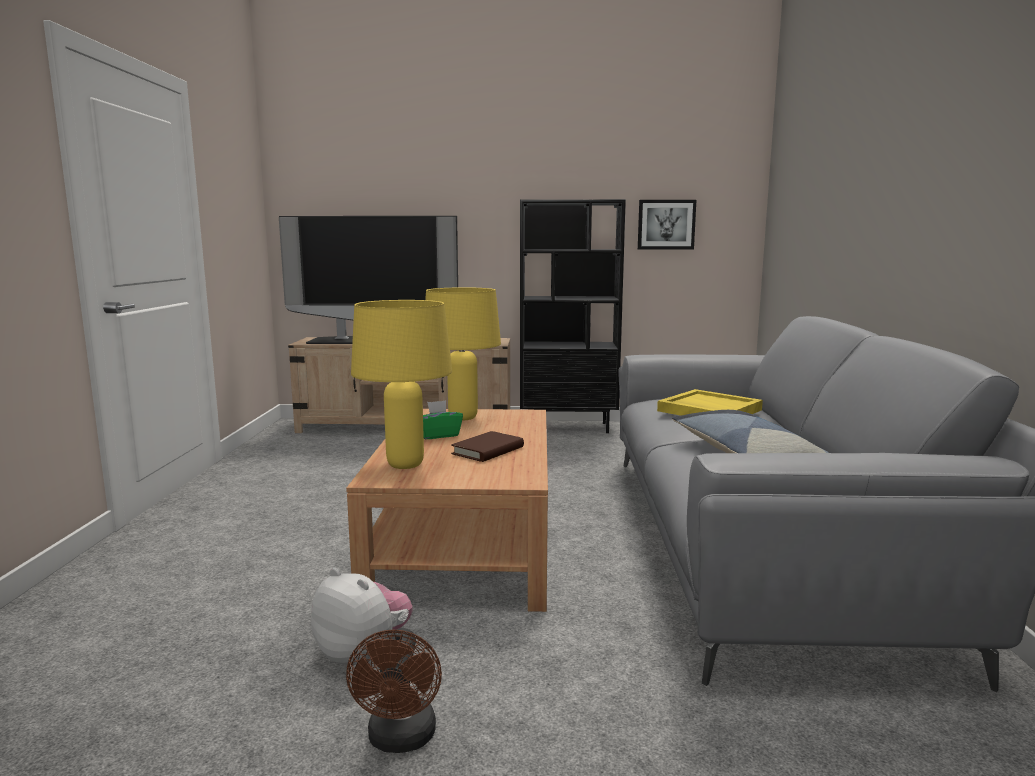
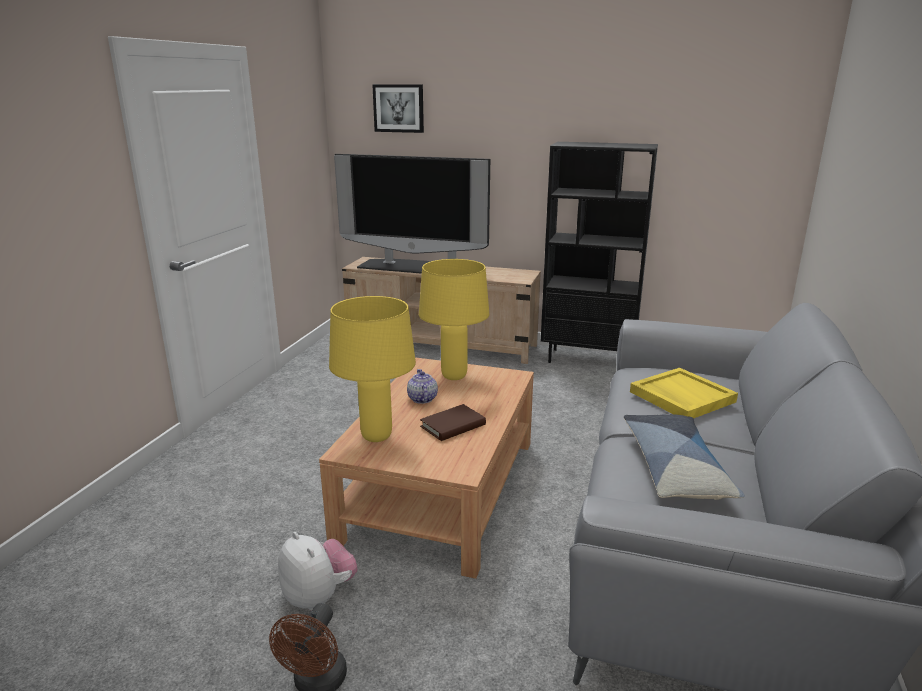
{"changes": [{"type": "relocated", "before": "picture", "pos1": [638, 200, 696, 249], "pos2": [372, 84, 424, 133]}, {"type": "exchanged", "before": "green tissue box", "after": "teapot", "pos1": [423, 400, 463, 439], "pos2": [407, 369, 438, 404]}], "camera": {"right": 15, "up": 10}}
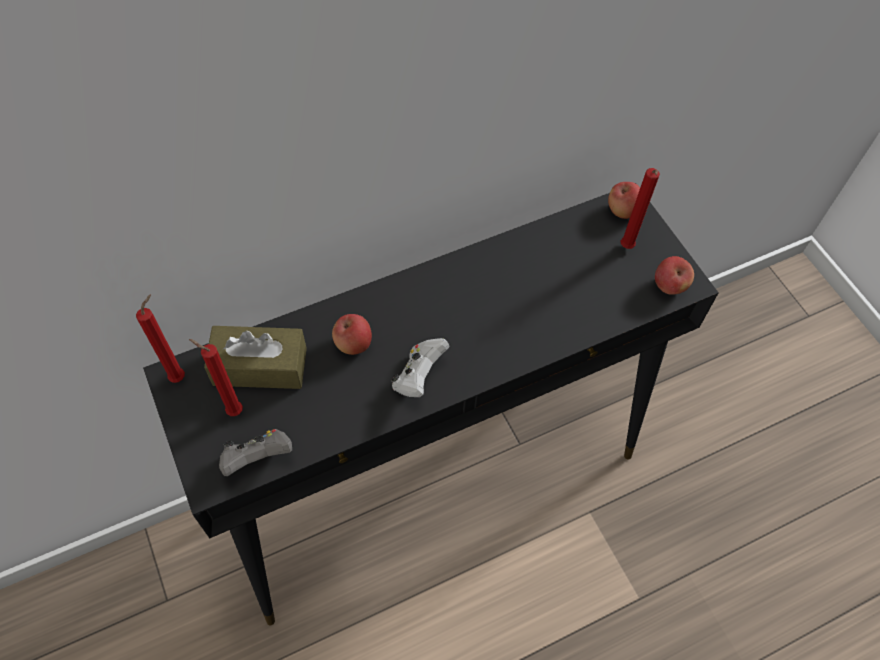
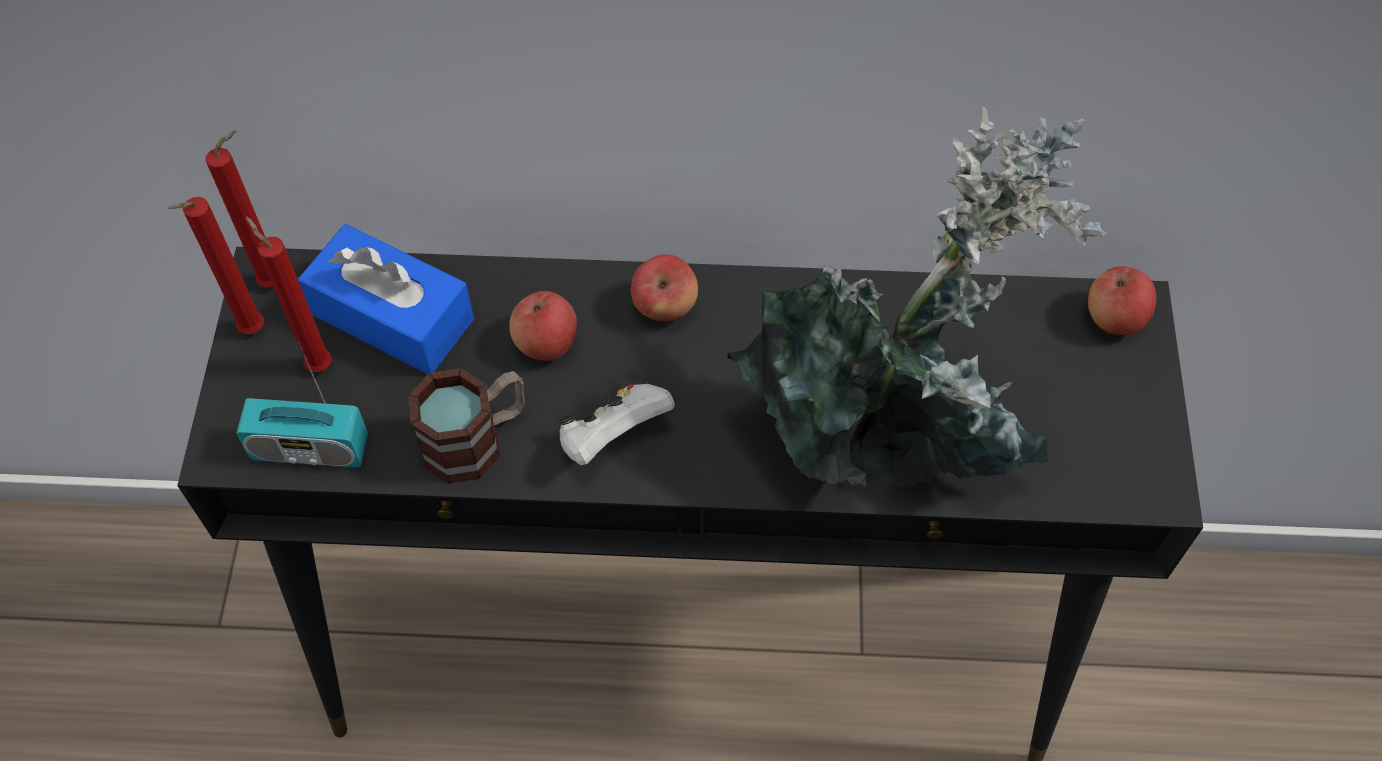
{"changes": [{"type": "relocated", "before": "red candle", "pos1": [621, 168, 660, 249], "pos2": [168, 197, 264, 334]}, {"type": "exchanged", "before": "grey game controller", "after": "radio", "pos1": [219, 429, 292, 476], "pos2": [236, 342, 368, 468]}, {"type": "colour", "before": "brown tissue box", "after": "blue tissue box", "pos1": [204, 326, 307, 389], "pos2": [298, 224, 474, 374]}, {"type": "appeared", "after": "mug", "pos2": [408, 368, 525, 483]}, {"type": "relocated", "before": "apple", "pos1": [655, 256, 694, 295], "pos2": [631, 254, 698, 322]}, {"type": "appeared", "after": "potted plant", "pos2": [727, 107, 1107, 487]}], "camera": {"right": 30, "up": 0}}
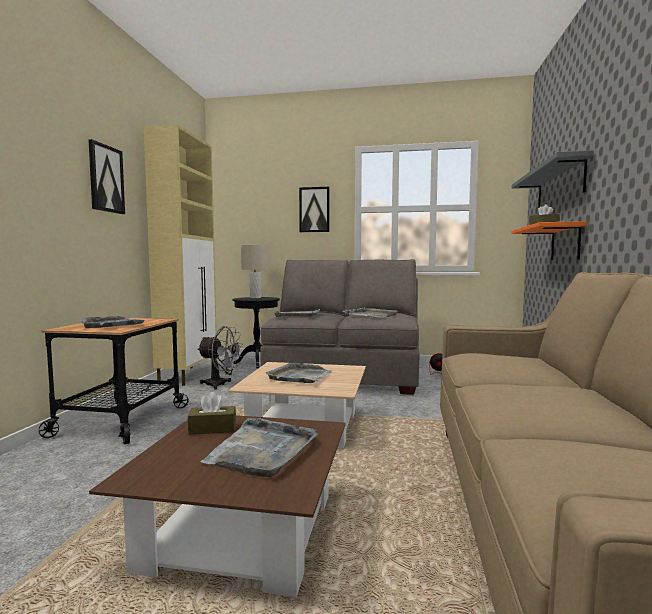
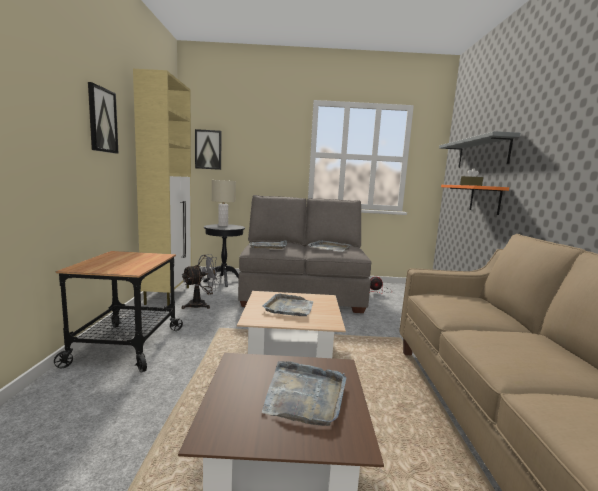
{"changes": [{"type": "spun", "before": "grey fan", "pos1": [197, 326, 243, 390], "pos2": [182, 254, 221, 309], "turn": -45}, {"type": "relocated", "before": "picture", "pos1": [299, 187, 329, 232], "pos2": [195, 129, 222, 170]}, {"type": "missing", "before": "grey tray", "pos1": [80, 316, 145, 328]}, {"type": "missing", "before": "brown tissue box", "pos1": [188, 392, 236, 435]}], "camera": {"right": -10, "up": 5}}
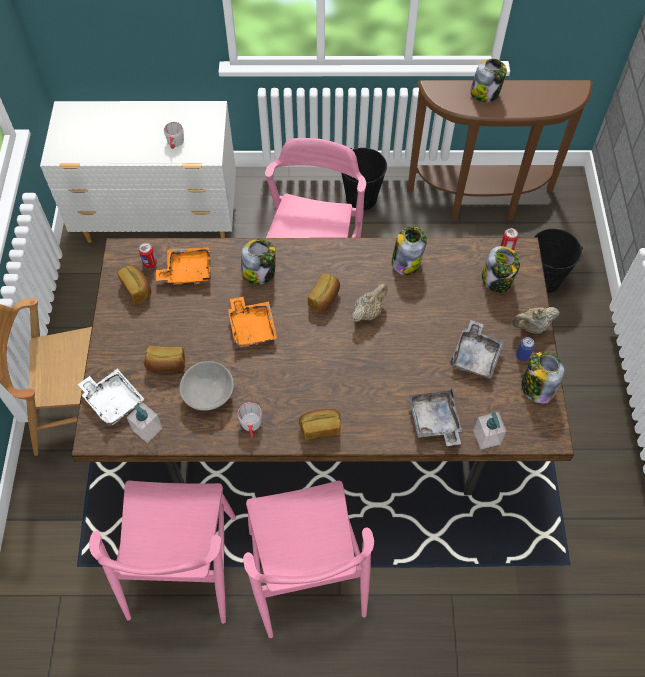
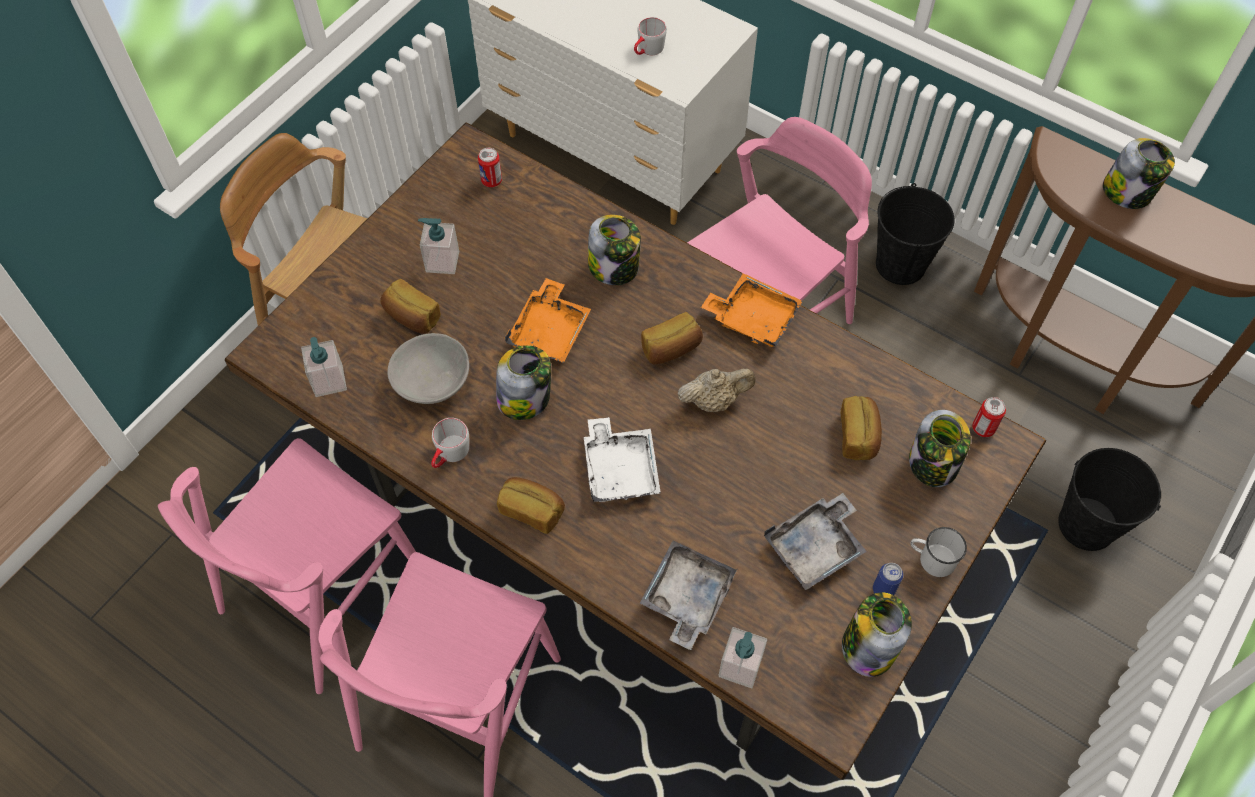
{"changes": [{"type": "appeared", "after": "soap dispenser", "pos2": [418, 218, 459, 274]}, {"type": "relocated", "before": "jar", "pos1": [392, 226, 427, 275], "pos2": [496, 345, 551, 420]}, {"type": "relocated", "before": "white tray", "pos1": [78, 369, 145, 426], "pos2": [584, 417, 661, 502]}, {"type": "relocated", "before": "orange tray", "pos1": [156, 247, 211, 284], "pos2": [701, 273, 803, 347]}, {"type": "relocated", "before": "bread", "pos1": [117, 265, 151, 303], "pos2": [841, 396, 882, 460]}, {"type": "exchanged", "before": "beige teapot", "after": "white mug", "pos1": [512, 307, 559, 334], "pos2": [910, 527, 967, 577]}], "camera": {"right": 35, "up": 0}}
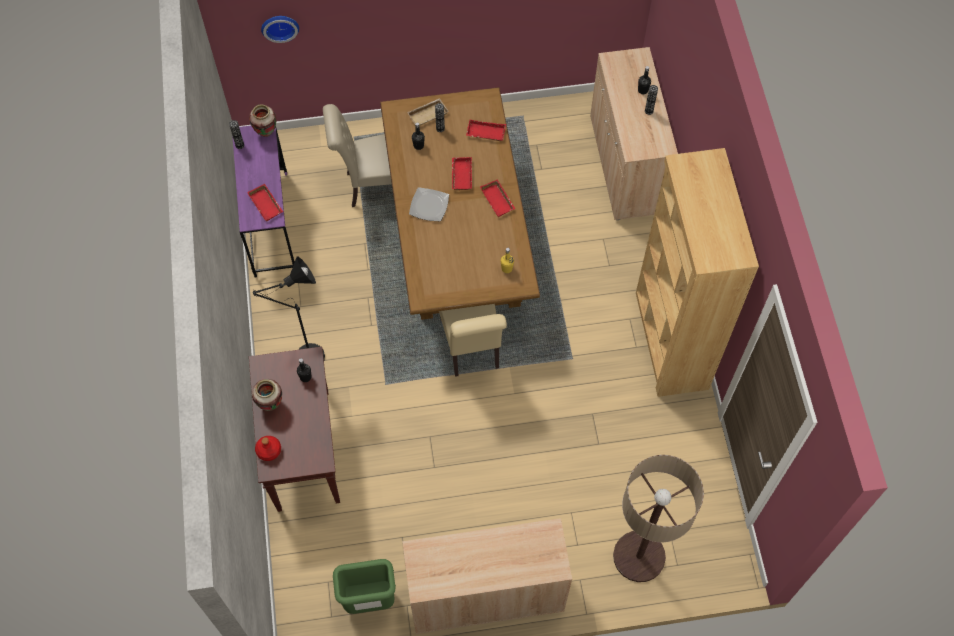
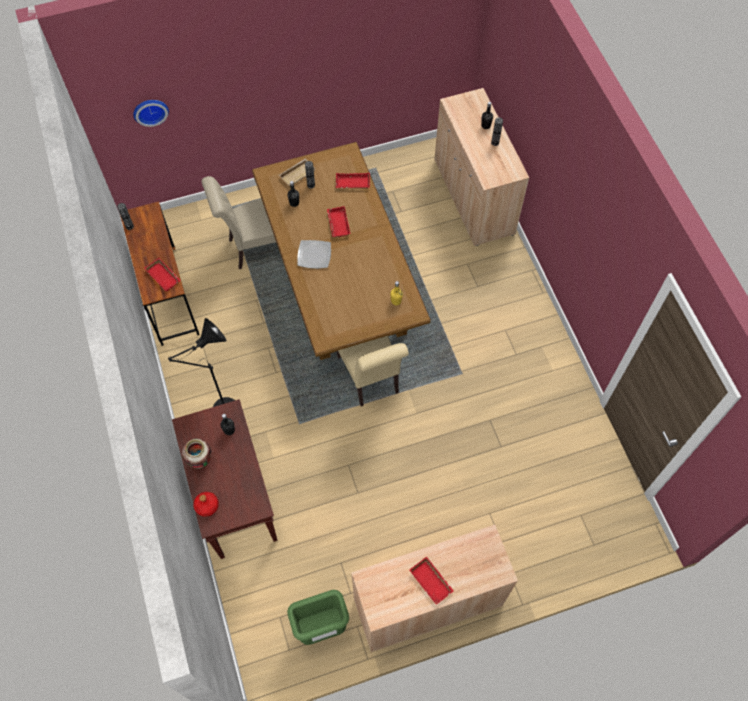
{"changes": [{"type": "colour", "before": "purple desk", "after": "brown desk", "pos1": [232, 126, 295, 277], "pos2": [120, 201, 200, 346]}, {"type": "relocated", "before": "red tray", "pos1": [480, 180, 516, 217], "pos2": [410, 557, 454, 605]}, {"type": "missing", "before": "vase", "pos1": [249, 104, 276, 137]}, {"type": "missing", "before": "floor lamp", "pos1": [613, 455, 704, 582]}, {"type": "missing", "before": "brown bookcase", "pos1": [636, 148, 759, 397]}], "camera": {"right": -10, "up": 0}}
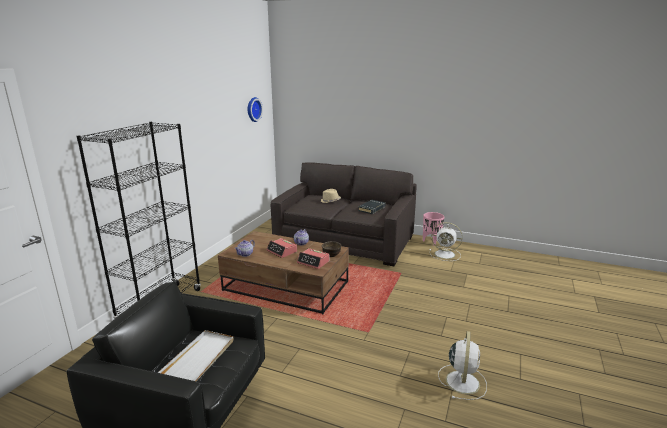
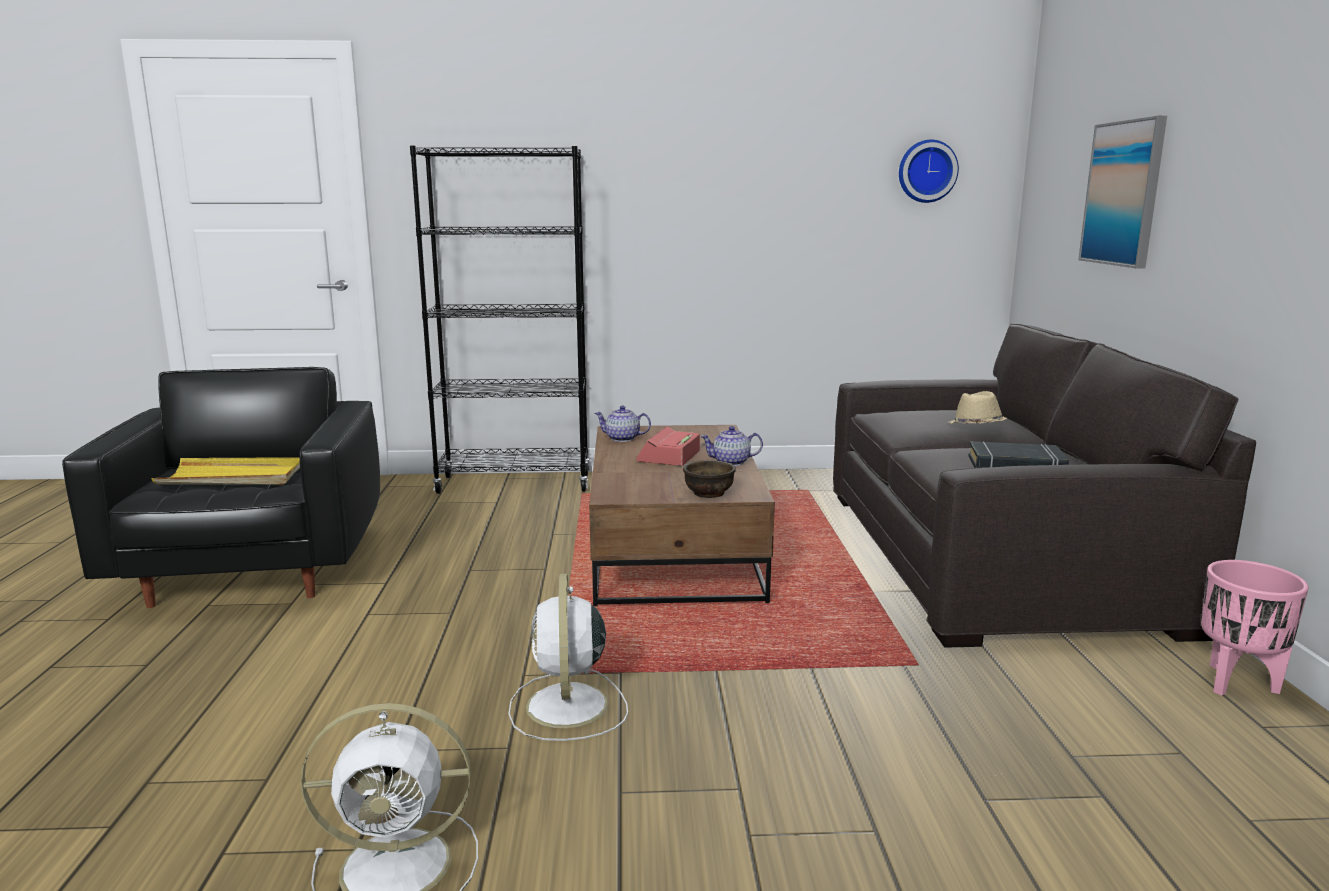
{"changes": [{"type": "colour", "before": "white tray", "after": "yellow tray", "pos1": [158, 330, 233, 381], "pos2": [151, 457, 300, 485]}, {"type": "relocated", "before": "white fan", "pos1": [430, 222, 462, 261], "pos2": [508, 574, 628, 741]}, {"type": "appeared", "after": "picture", "pos2": [1078, 116, 1167, 268]}, {"type": "missing", "before": "alarm clock", "pos1": [297, 248, 329, 269]}], "camera": {"right": 65, "up": -5}}
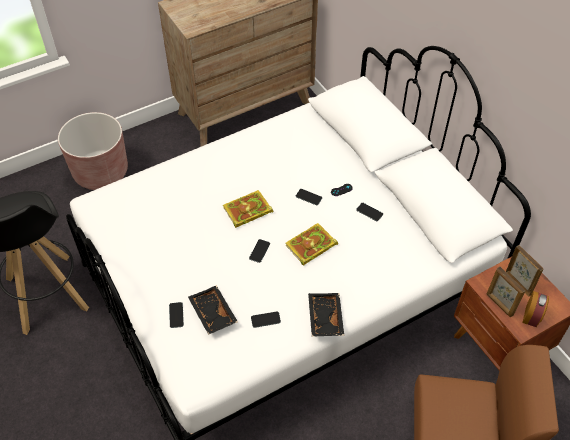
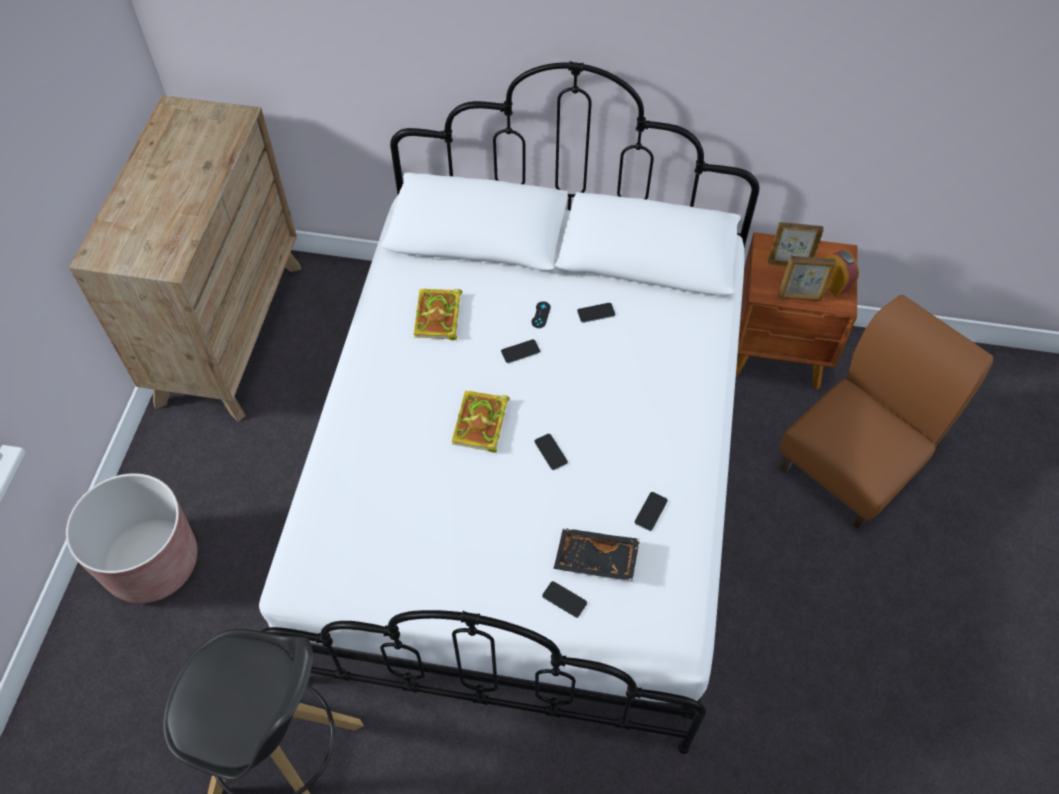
{"changes": [{"type": "relocated", "before": "book", "pos1": [285, 223, 338, 266], "pos2": [414, 289, 462, 340]}, {"type": "missing", "before": "black tray", "pos1": [308, 293, 344, 336]}], "camera": {"right": -50, "up": 5}}
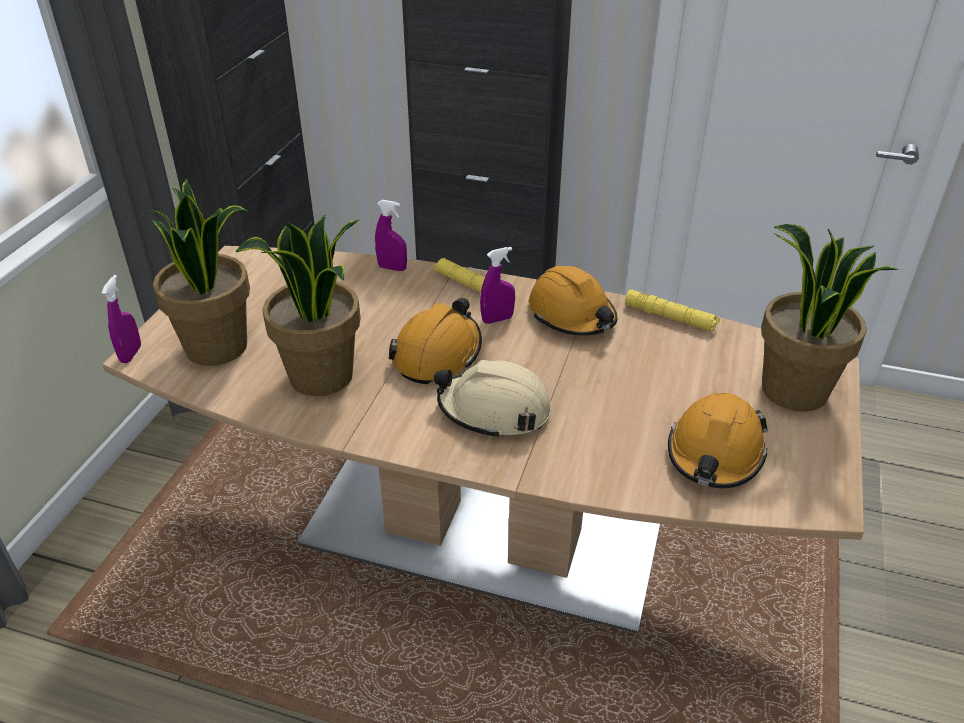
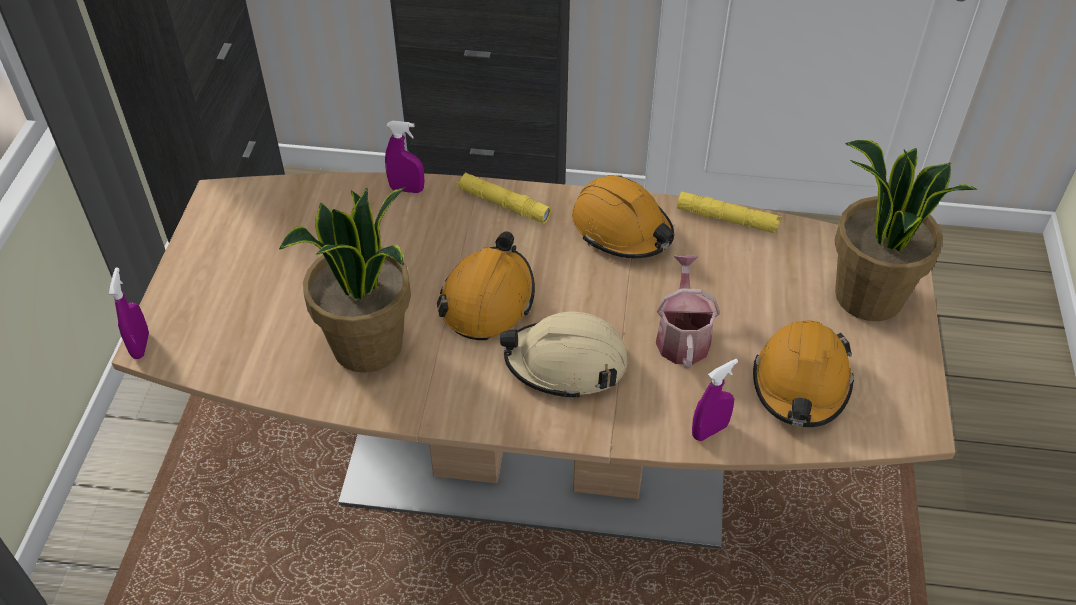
{"changes": [{"type": "appeared", "after": "watering can", "pos2": [656, 255, 720, 369]}, {"type": "relocated", "before": "purple spray bottle", "pos1": [480, 247, 515, 324], "pos2": [692, 359, 738, 441]}, {"type": "missing", "before": "potted plant", "pos1": [151, 179, 250, 366]}], "camera": {"right": -10, "up": 10}}
